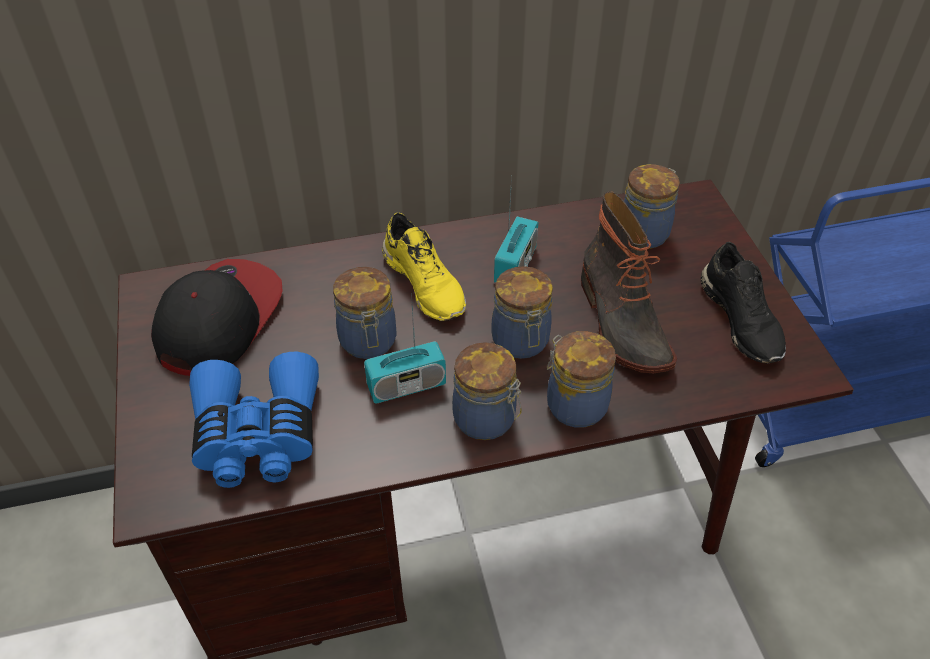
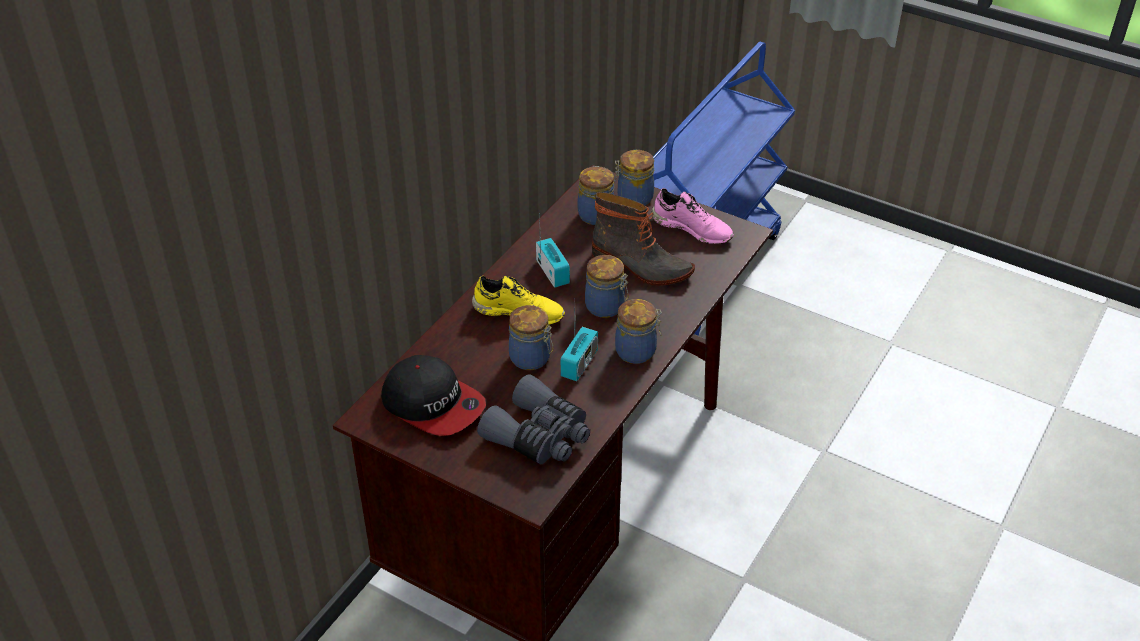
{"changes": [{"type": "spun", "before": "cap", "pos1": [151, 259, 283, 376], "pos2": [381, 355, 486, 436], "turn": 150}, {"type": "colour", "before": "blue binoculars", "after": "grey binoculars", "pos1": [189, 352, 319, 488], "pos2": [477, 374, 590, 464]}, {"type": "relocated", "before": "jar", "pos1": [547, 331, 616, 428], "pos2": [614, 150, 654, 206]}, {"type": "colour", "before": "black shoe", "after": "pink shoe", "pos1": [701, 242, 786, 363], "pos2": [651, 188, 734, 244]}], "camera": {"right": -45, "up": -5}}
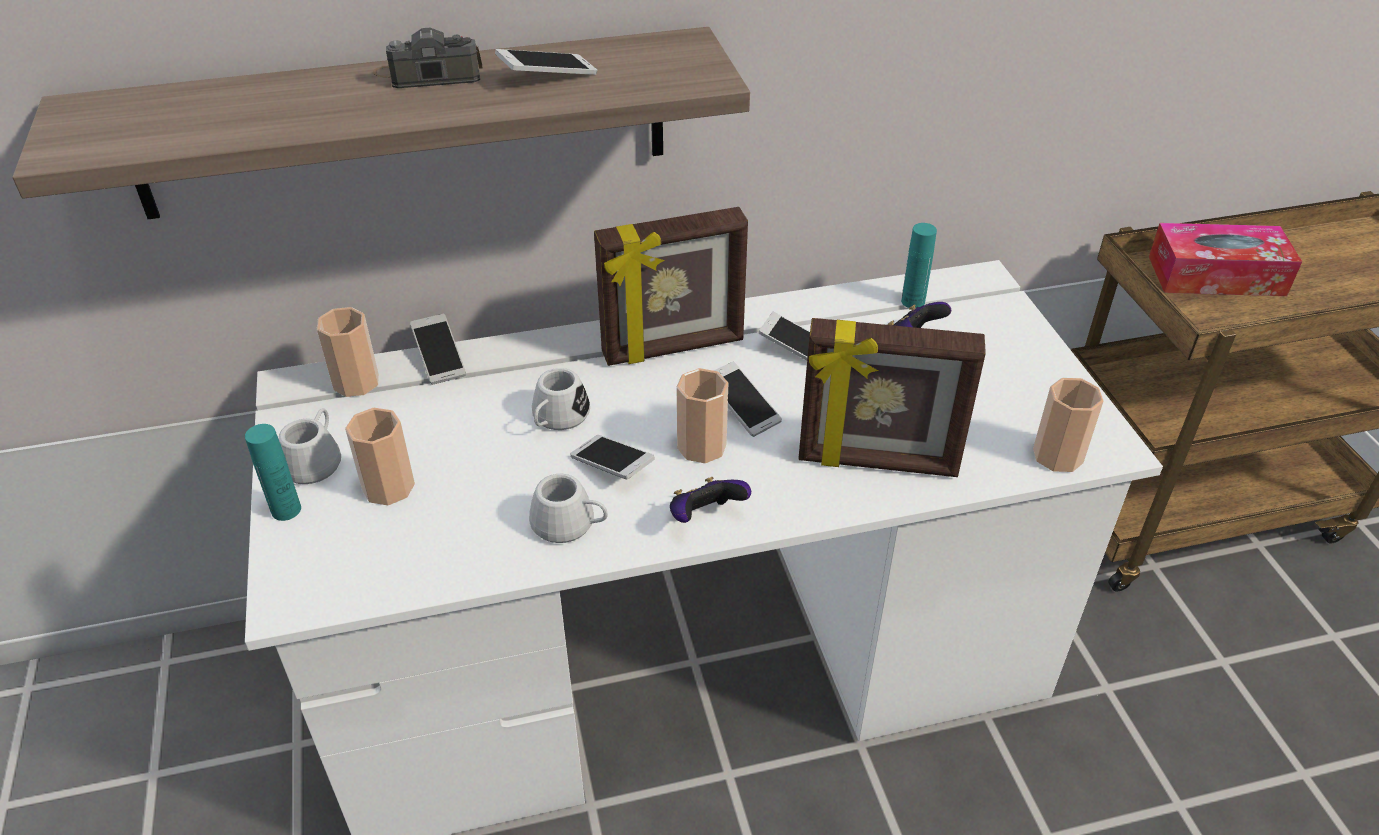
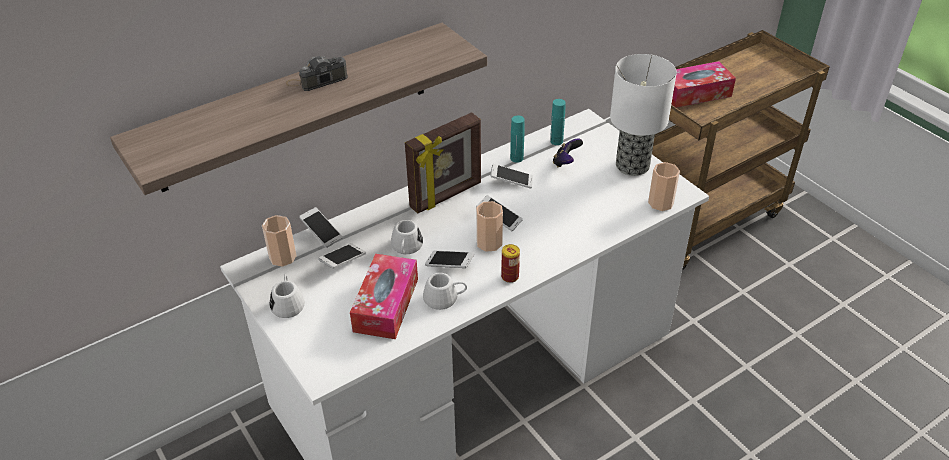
{"changes": [{"type": "relocated", "before": "phone", "pos1": [495, 49, 597, 75], "pos2": [318, 243, 366, 269]}, {"type": "appeared", "after": "tissue box", "pos2": [350, 254, 418, 339]}, {"type": "exchanged", "before": "game controller", "after": "can", "pos1": [670, 477, 751, 523], "pos2": [501, 244, 520, 283]}, {"type": "relocated", "before": "turquoise bottle", "pos1": [245, 424, 301, 521], "pos2": [510, 115, 525, 163]}, {"type": "appeared", "after": "table lamp", "pos2": [610, 54, 677, 176]}, {"type": "missing", "before": "cup", "pos1": [345, 408, 415, 506]}, {"type": "missing", "before": "picture frame", "pos1": [798, 318, 986, 477]}], "camera": {"right": -20, "up": 0}}
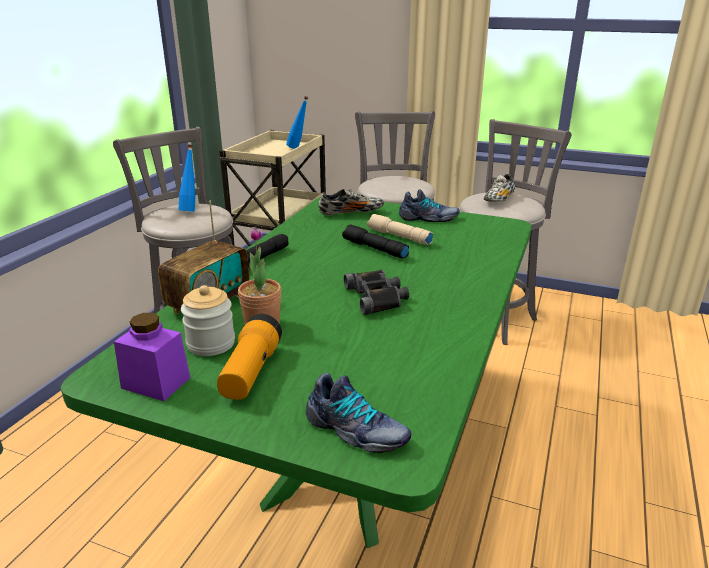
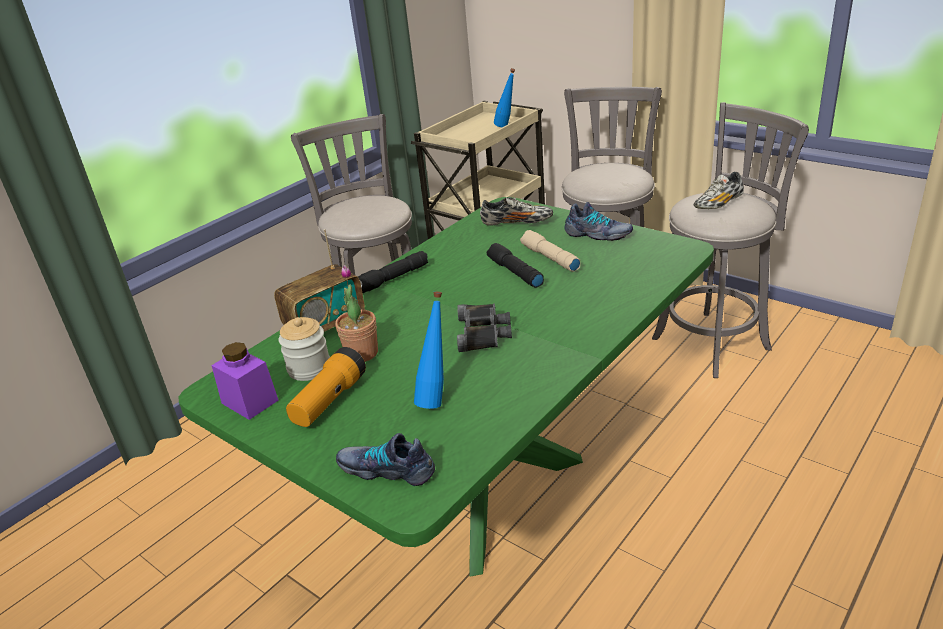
{"changes": [{"type": "spun", "before": "shoe", "pos1": [306, 373, 411, 453], "pos2": [336, 433, 435, 486], "turn": 150}, {"type": "relocated", "before": "blue bottle", "pos1": [178, 145, 195, 212], "pos2": [414, 292, 444, 409]}], "camera": {"right": 20, "up": 5}}
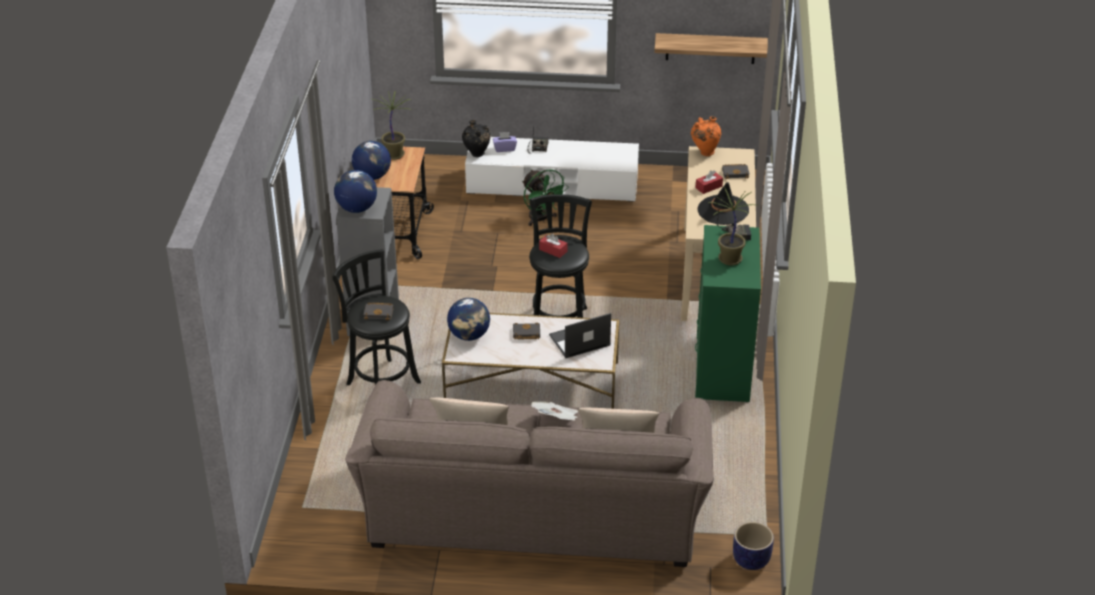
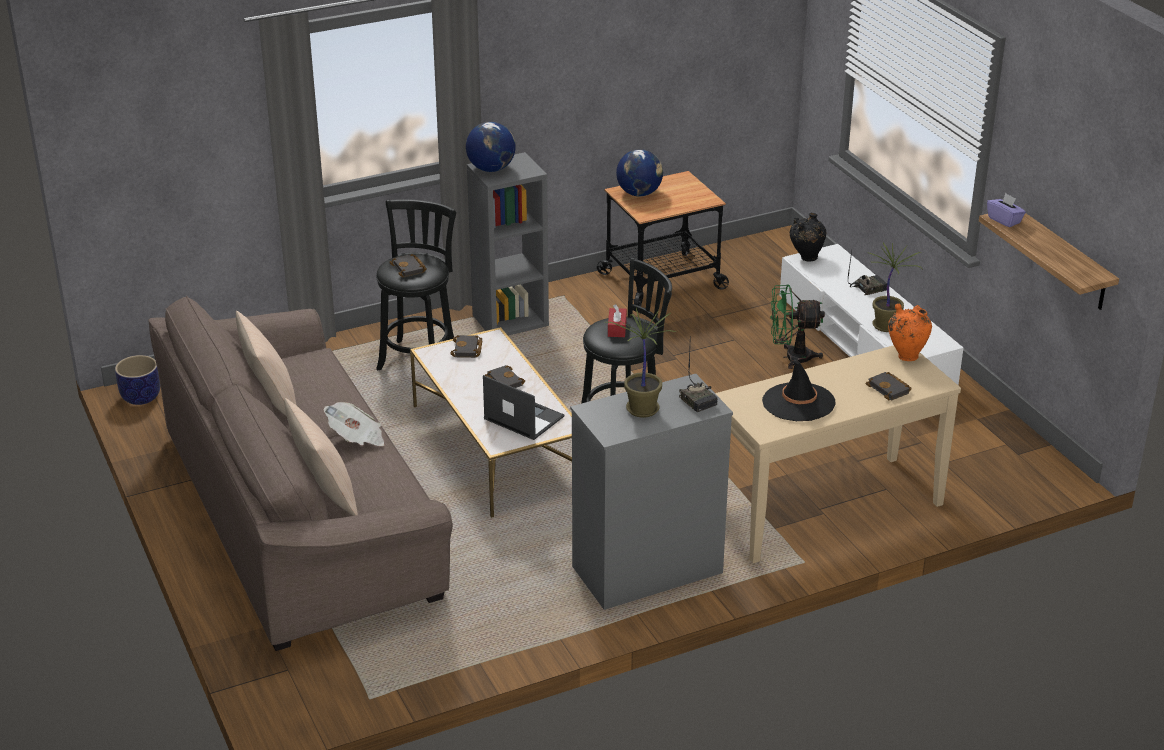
{"changes": [{"type": "relocated", "before": "planter", "pos1": [733, 522, 774, 570], "pos2": [115, 355, 160, 405]}, {"type": "exchanged", "before": "globe", "after": "black book", "pos1": [447, 298, 490, 341], "pos2": [450, 335, 482, 358]}, {"type": "colour", "before": "green dresser", "after": "grey dresser", "pos1": [695, 225, 761, 402], "pos2": [570, 374, 733, 610]}, {"type": "spun", "before": "green fan", "pos1": [522, 169, 568, 226], "pos2": [770, 284, 825, 369], "turn": 60}, {"type": "relocated", "before": "potted plant", "pos1": [372, 91, 412, 160], "pos2": [867, 243, 922, 332]}, {"type": "relocated", "before": "purple tissue box", "pos1": [493, 132, 517, 152], "pos2": [987, 193, 1026, 227]}, {"type": "missing", "before": "red tissue box", "pos1": [696, 170, 723, 194]}], "camera": {"right": 60, "up": -5}}
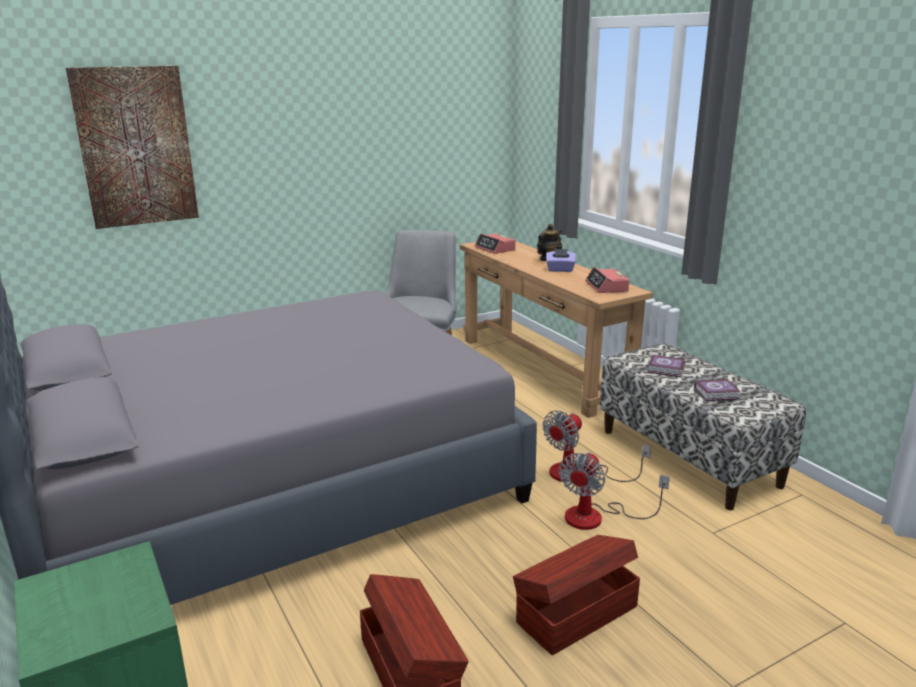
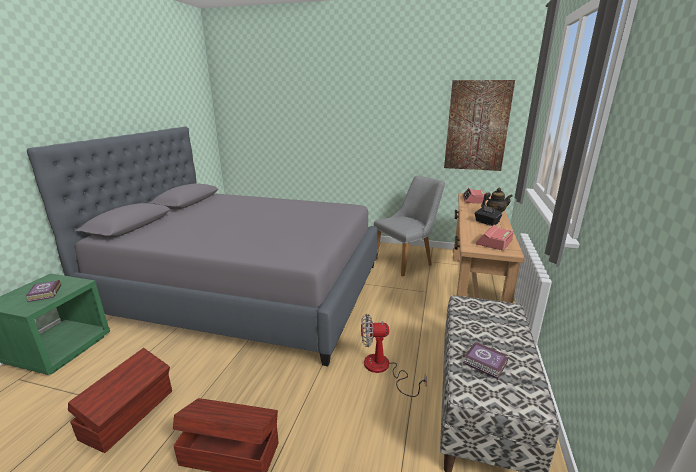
{"changes": [{"type": "relocated", "before": "book", "pos1": [648, 355, 686, 377], "pos2": [25, 280, 61, 302]}, {"type": "relocated", "before": "picture", "pos1": [66, 66, 199, 229], "pos2": [444, 80, 515, 171]}, {"type": "colour", "before": "purple tissue box", "after": "black tissue box", "pos1": [546, 249, 576, 272], "pos2": [474, 205, 503, 226]}, {"type": "missing", "before": "fan", "pos1": [559, 452, 670, 530]}], "camera": {"right": 45, "up": 0}}
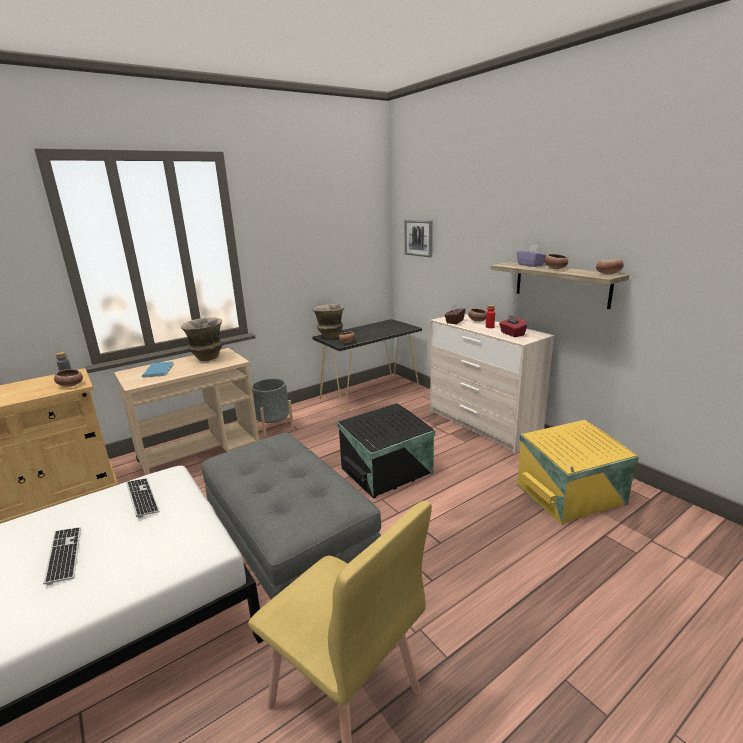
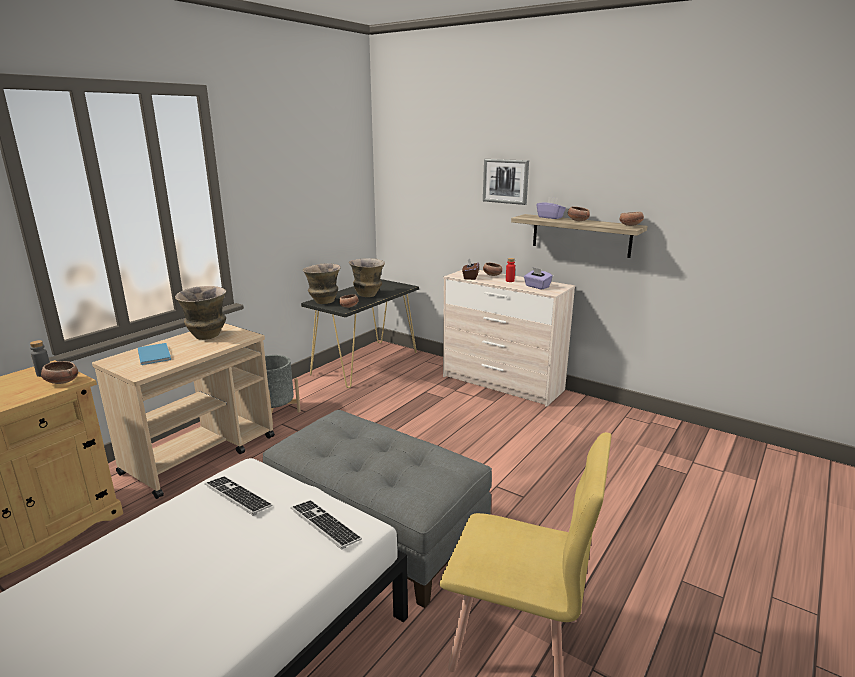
{"changes": [{"type": "relocated", "before": "keyboard", "pos1": [43, 527, 81, 585], "pos2": [291, 500, 362, 550]}, {"type": "appeared", "after": "vase", "pos2": [349, 258, 385, 297]}, {"type": "relocated", "before": "picture", "pos1": [404, 220, 433, 257], "pos2": [483, 159, 529, 205]}, {"type": "colour", "before": "red tissue box", "after": "purple tissue box", "pos1": [499, 315, 528, 337], "pos2": [524, 267, 553, 289]}, {"type": "missing", "before": "black storage box", "pos1": [337, 403, 435, 499]}, {"type": "missing", "before": "yellow storage box", "pos1": [517, 420, 639, 525]}], "camera": {"right": -20, "up": 0}}
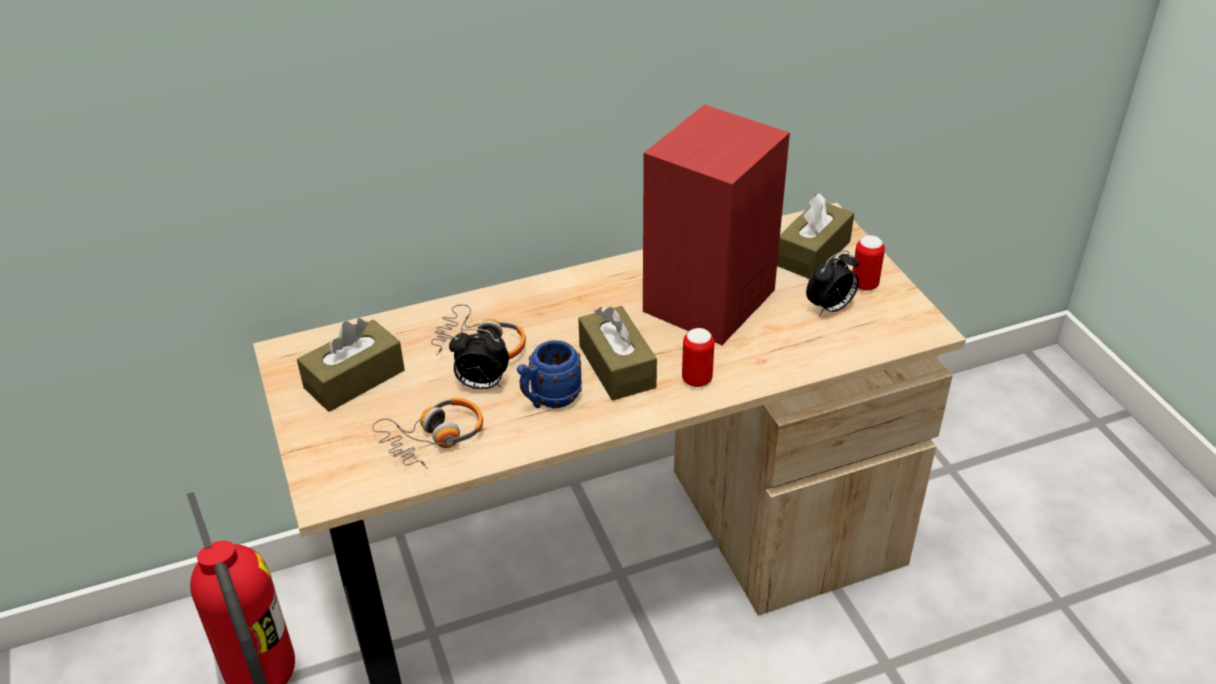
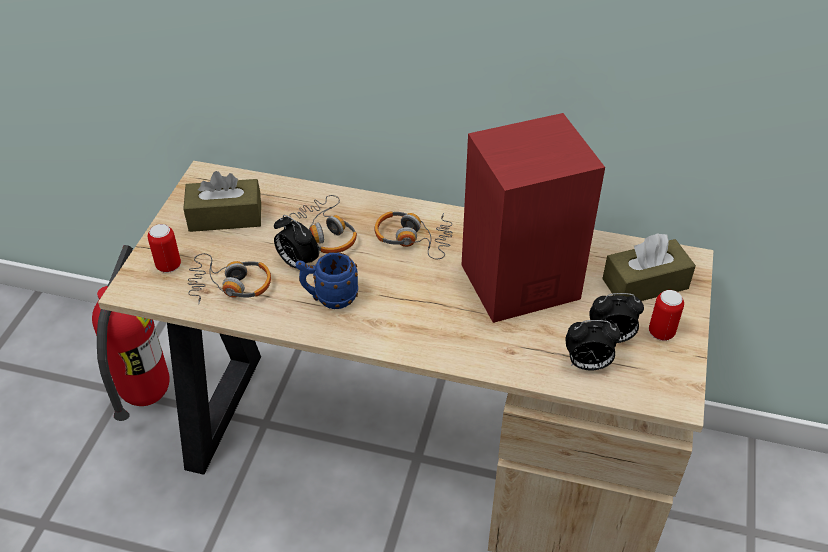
{"changes": [{"type": "relocated", "before": "can", "pos1": [682, 328, 714, 387], "pos2": [148, 224, 181, 273]}, {"type": "appeared", "after": "headphones", "pos2": [374, 211, 453, 259]}, {"type": "appeared", "after": "alarm clock", "pos2": [565, 320, 621, 370]}, {"type": "missing", "before": "brown tissue box", "pos1": [578, 306, 657, 401]}], "camera": {"right": 35, "up": 5}}
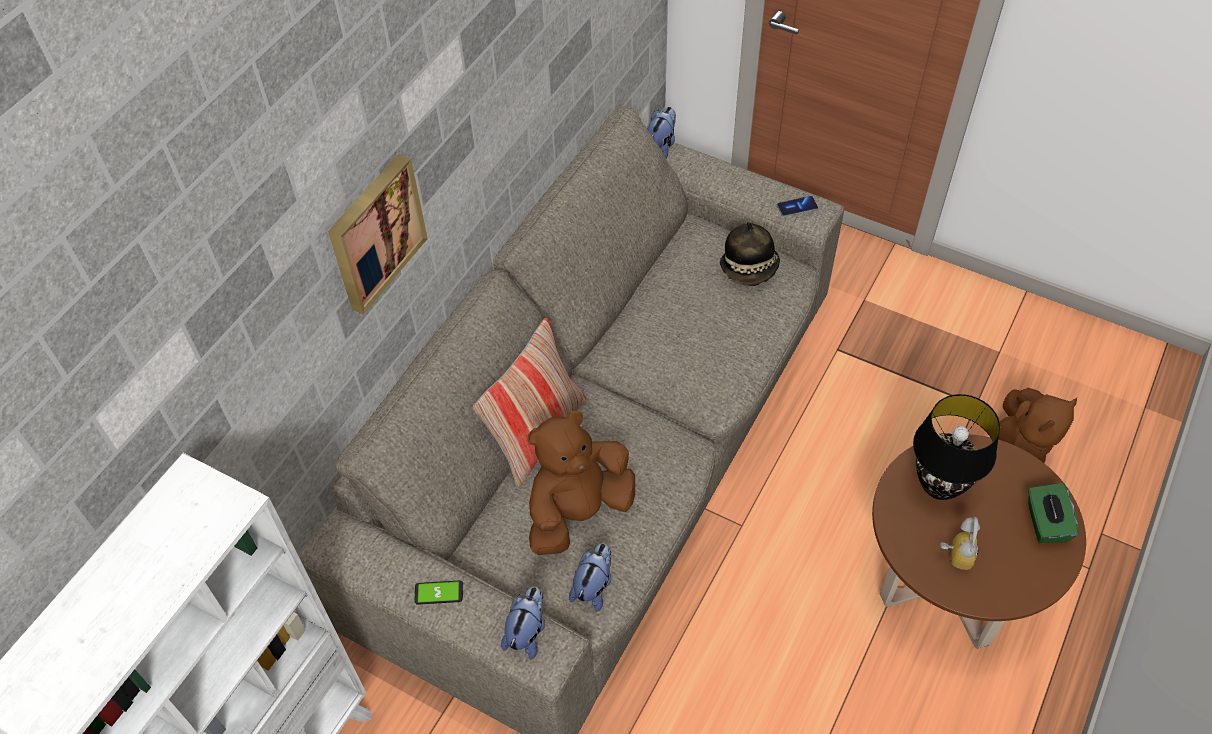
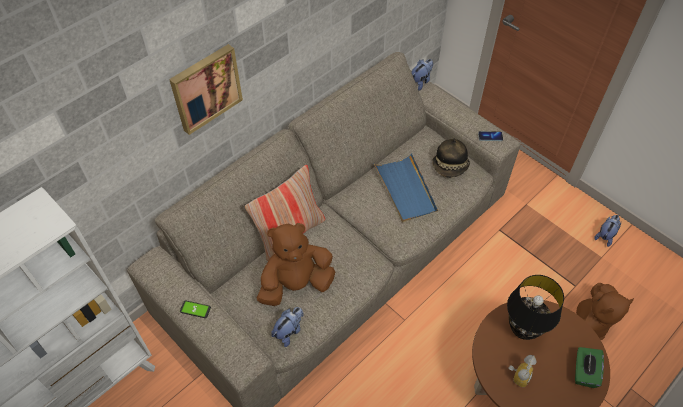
{"changes": [{"type": "appeared", "after": "blue tray", "pos2": [374, 153, 438, 222]}, {"type": "relocated", "before": "plush toy", "pos1": [501, 587, 545, 659], "pos2": [594, 215, 621, 247]}], "camera": {"right": 15, "up": 0}}
